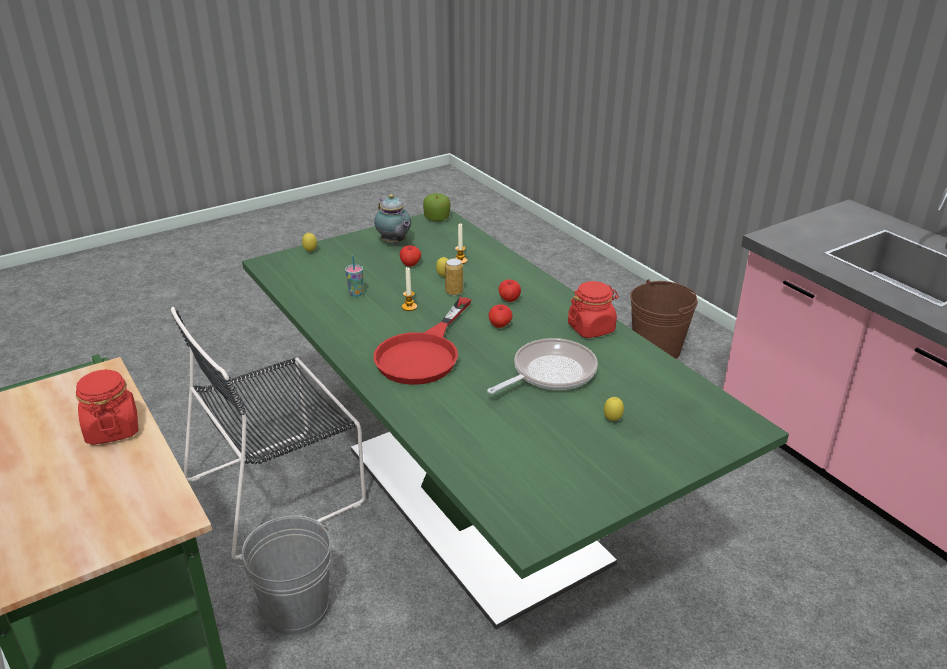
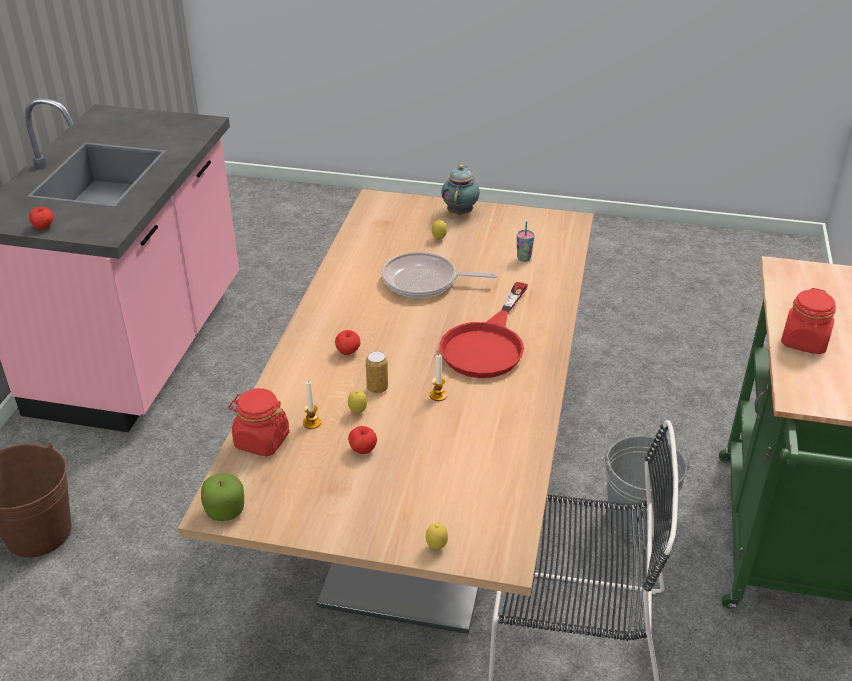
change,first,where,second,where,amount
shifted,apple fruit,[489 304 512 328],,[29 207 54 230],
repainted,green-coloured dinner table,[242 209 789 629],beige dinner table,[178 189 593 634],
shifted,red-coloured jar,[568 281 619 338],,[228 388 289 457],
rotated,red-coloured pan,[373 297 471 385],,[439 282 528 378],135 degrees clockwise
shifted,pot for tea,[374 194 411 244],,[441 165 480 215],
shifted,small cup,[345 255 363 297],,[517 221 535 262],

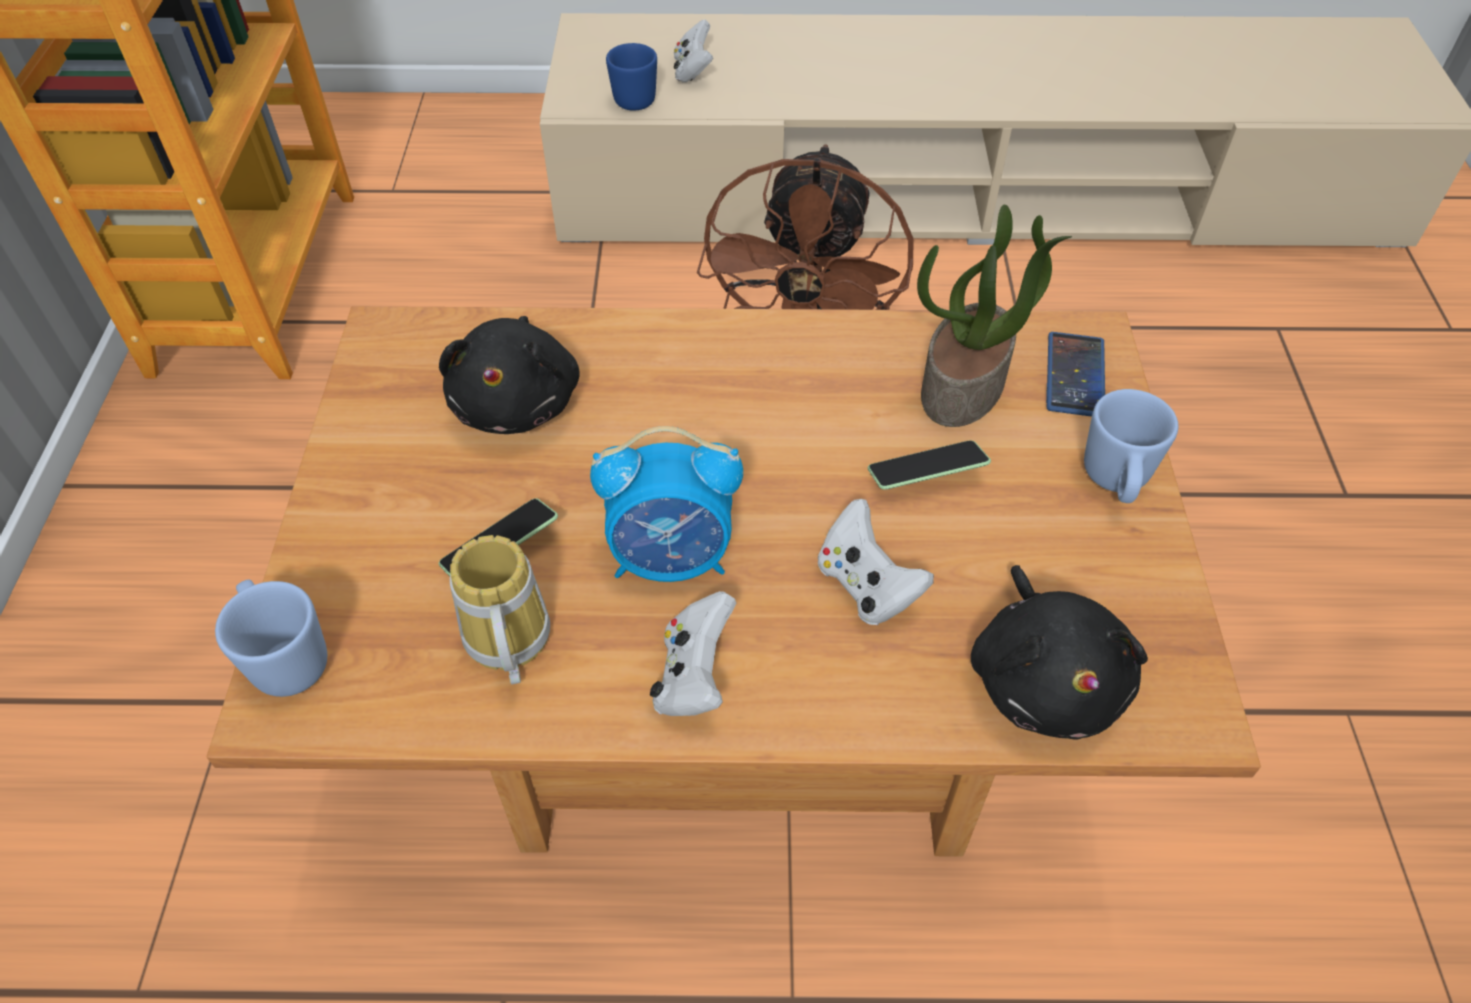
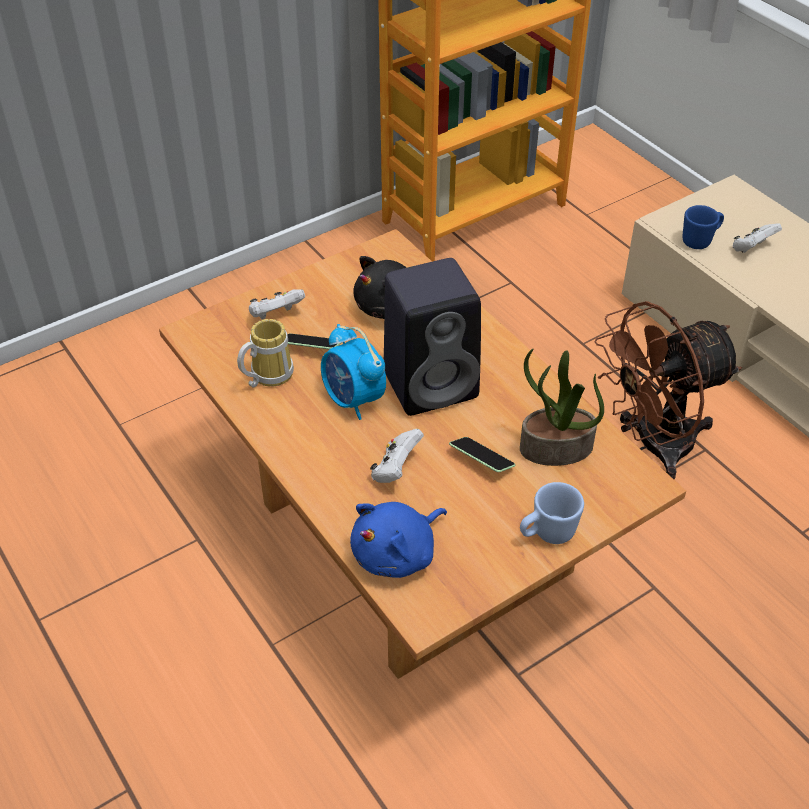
change,first,where,second,where,amount
shifted,whitish gamepad,[650 591 736 716],,[249 289 305 319],
repainted,blackish cuddly toy,[971 565 1148 740],blue-coloured cuddly toy,[350 502 447 578],
new,,,blackish loudspeaker,[384 258 481 416],
gone,blue-coloured coffee mug,[215 579 327 697],,,
gone,telephone,[1046 332 1105 417],,,

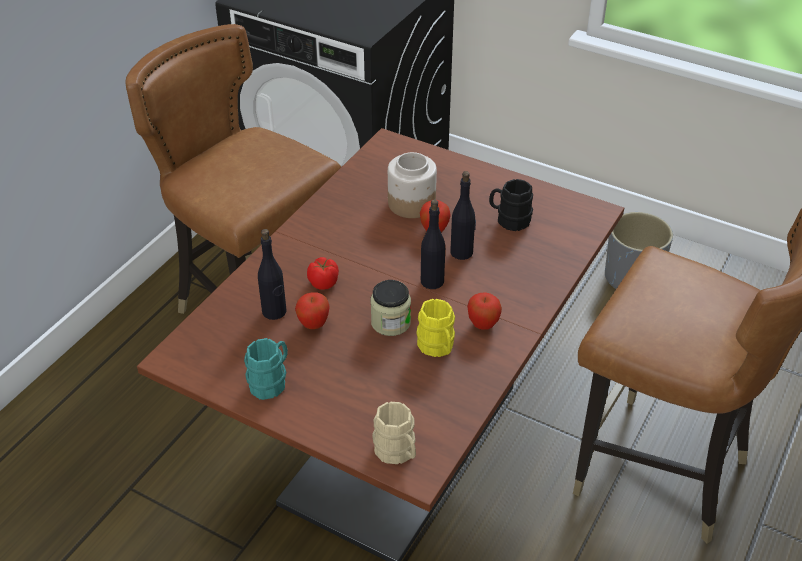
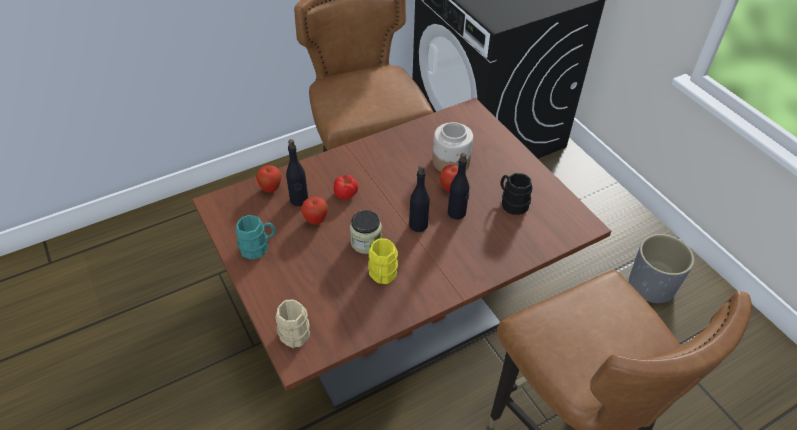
change,first,where,second,where,amount
shifted,apple fruit,[467 292 502 330],,[256 165 281 192],

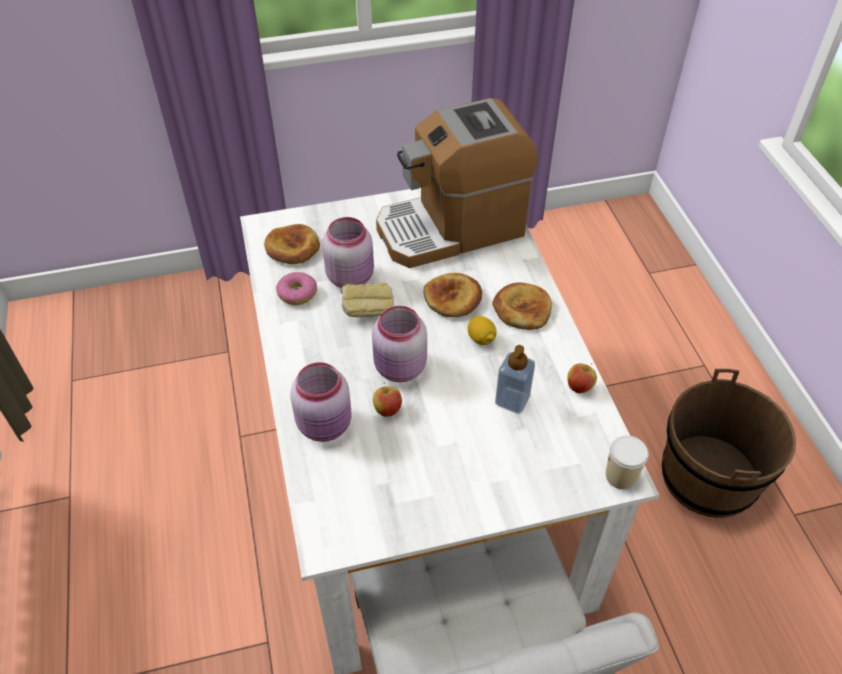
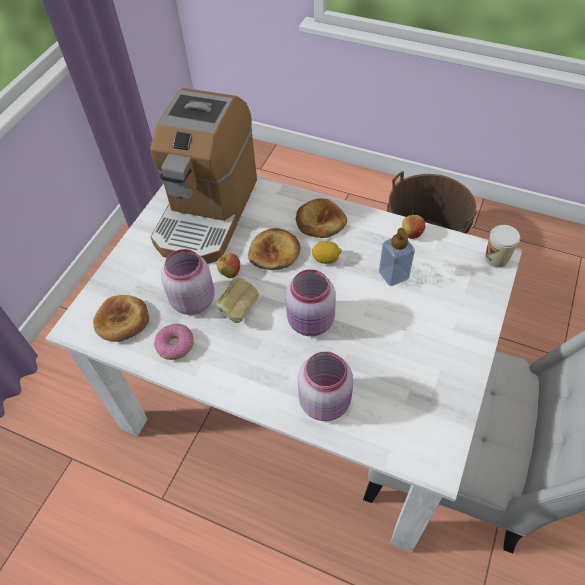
change,first,where,second,where,amount
shifted,apple fruit,[373 382 402 417],,[217 253 240 278],

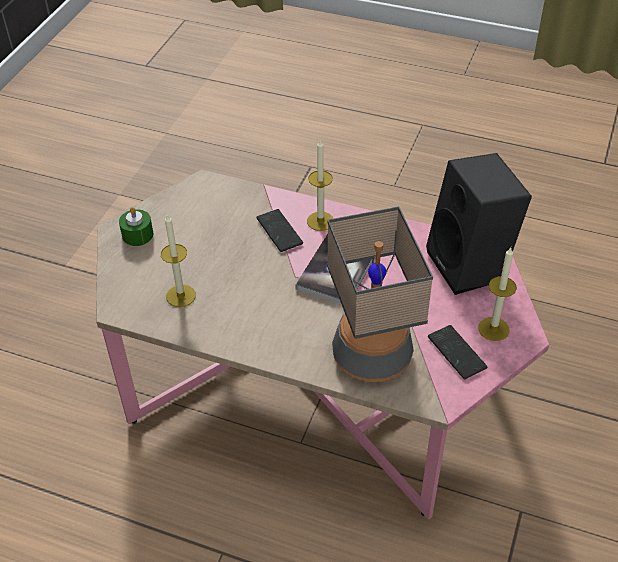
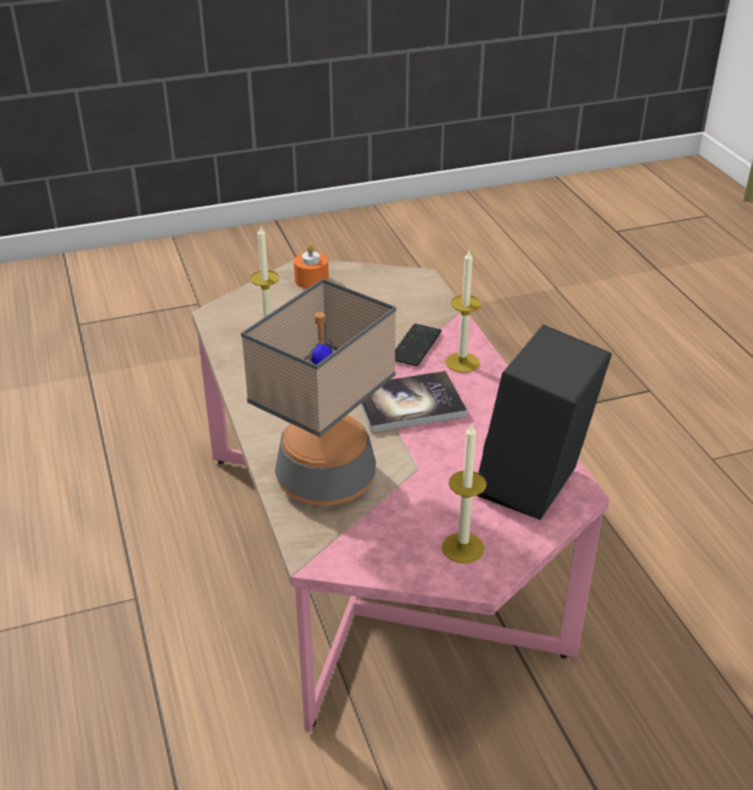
change,first,where,second,where,amount
repainted,green-coloured wax light,[119 207 153 246],orangey wax light,[294 244 329 289],
gone,telephone,[428 325 488 379],,,

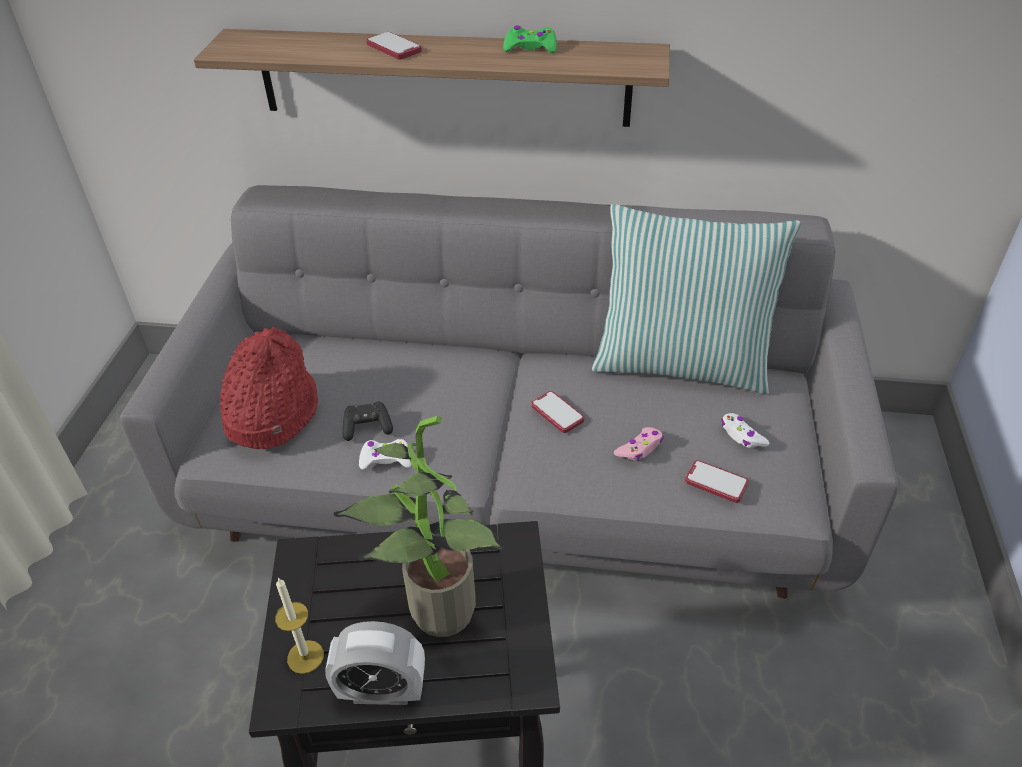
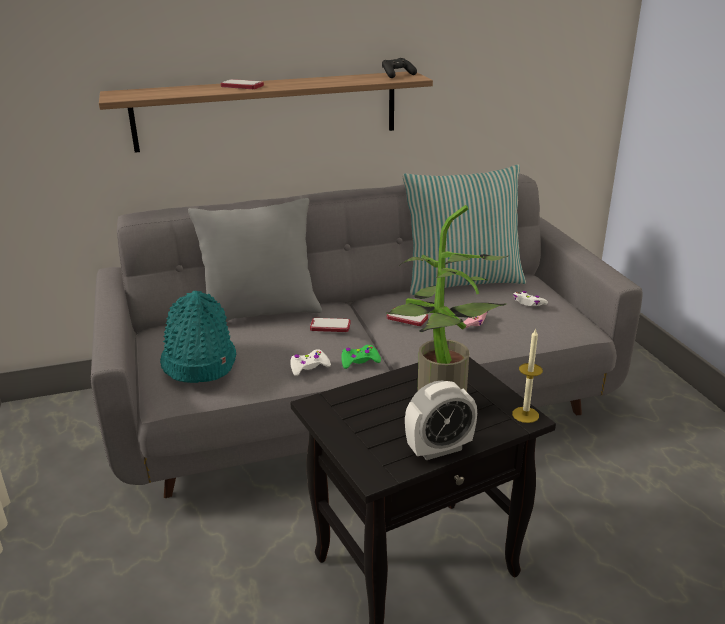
change,first,where,second,where,amount
repainted,red-coloured hat,[220 327 318 449],blue-green hat,[160 291 236 383],
new,,,grey cushion,[188 198 322 322],
shifted,telephone,[685 460 748 503],,[310 318 350 332],
shifted,green-coloured gamepad,[503 25 557 53],,[341 345 381 369],
shifted,blackish gamepad,[342 402 393 441],,[382 58 417 78],
shifted,wax light,[275 577 324 674],,[512 328 543 423],

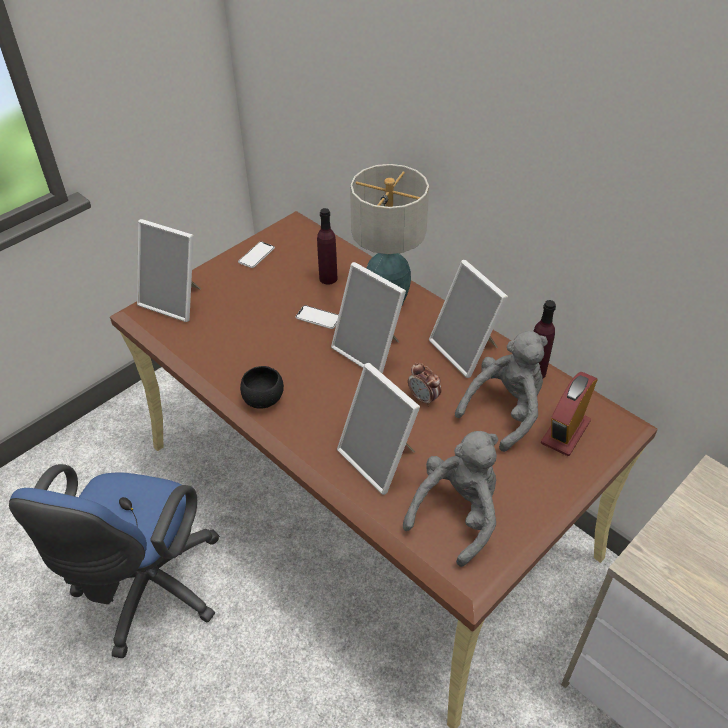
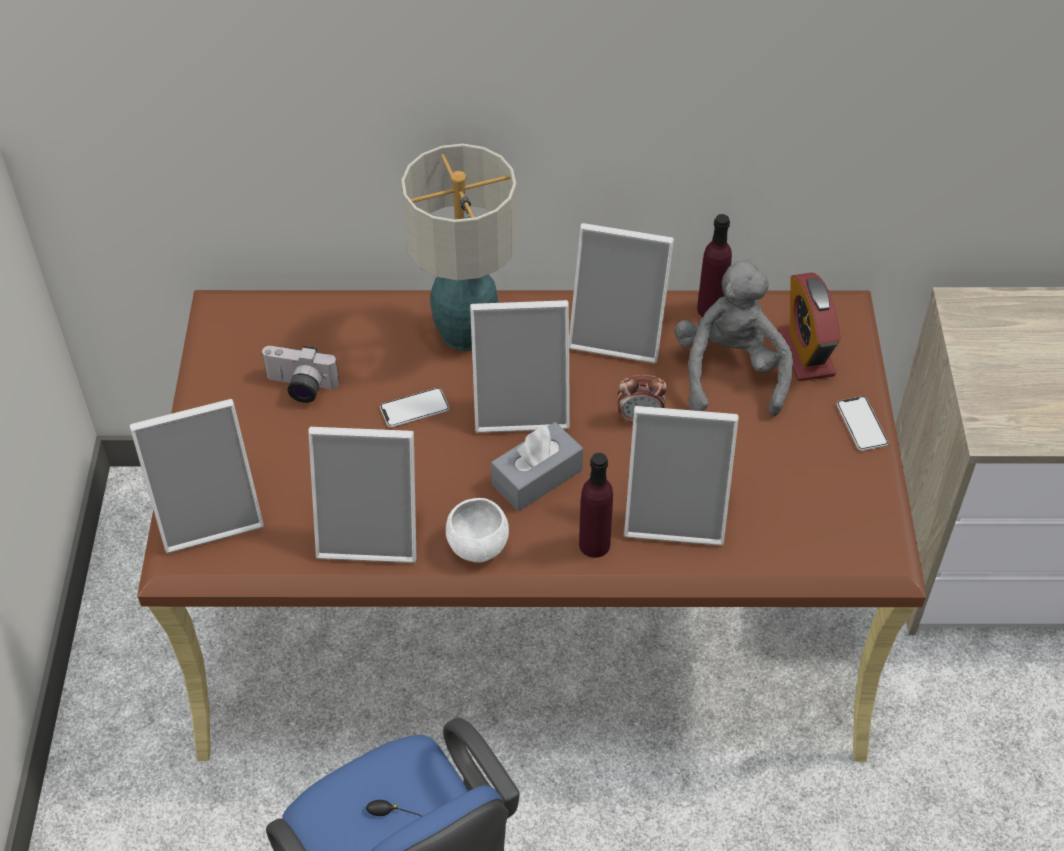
change,first,where,second,where,amount
new,,,still camera,[262 346 339 403],
new,,,standing frame,[308 427 416 563],
repainted,blackish serving bowl,[240 366 284 409],whitish serving bowl,[446 498 509 563],
new,,,grey tissue box,[491 422 583 511],
shifted,purple-coloured bottle,[317 208 338 285],,[579 453 613 558],
shifted,telephone,[238 242 275 268],,[837 396 889 451],
gone,grey cuddly toy,[403 431 498 567],,,

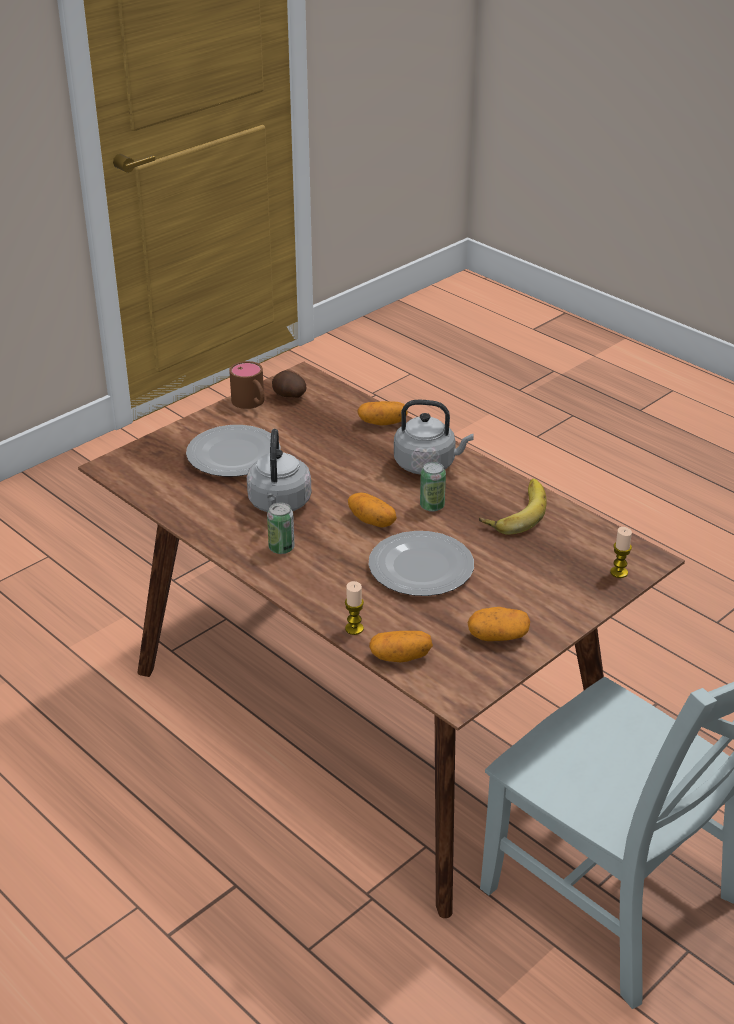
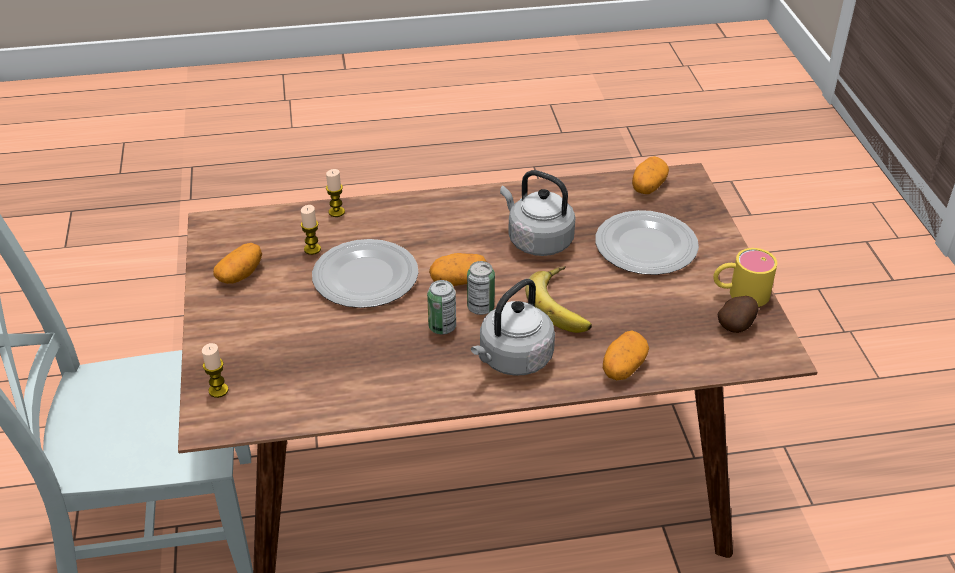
change,first,where,second,where,amount
new,,,wax light,[301 205 321 255],
shifted,sealed can,[267 502 294 554],,[467 261 495 315],
shifted,banana fruit,[479 479 546 535],,[525 266 592 333],
shifted,spud,[369 631 433 662],,[632 156 669 194],
repainted,brown coffee mug,[229 361 265 409],yellowish coffee mug,[713 248 777 307],

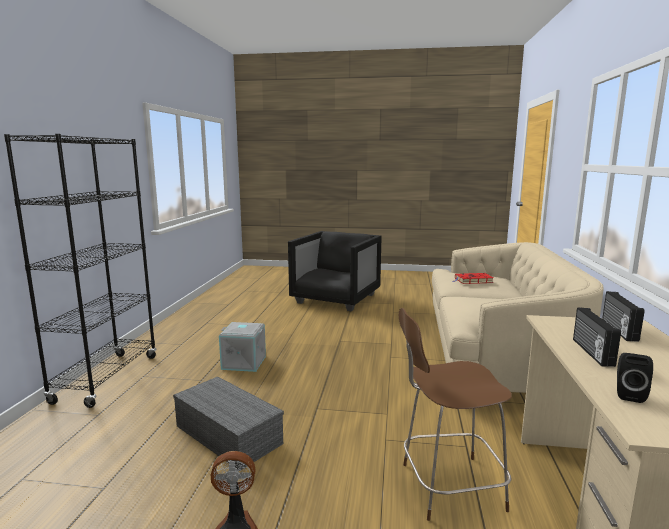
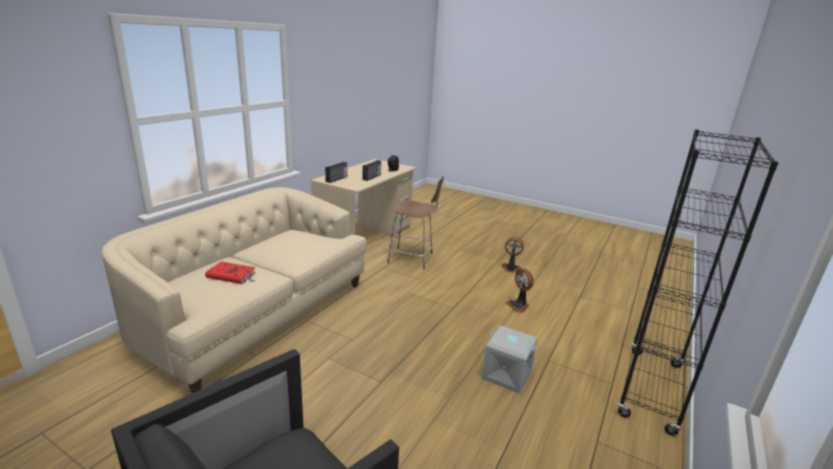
change,first,where,second,where,amount
swapped,grey storage box,[173 377 284 471],fan,[505 268 534 313],

